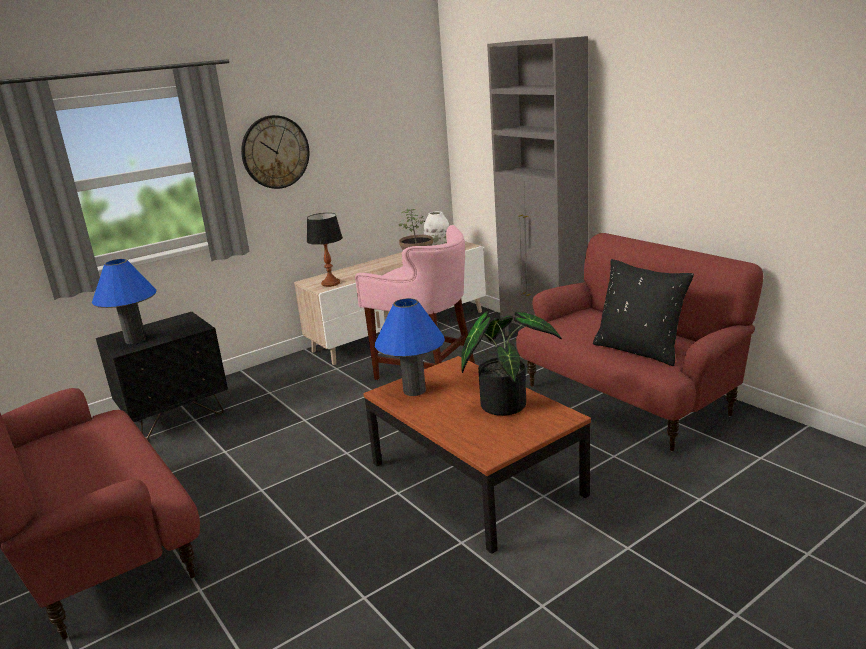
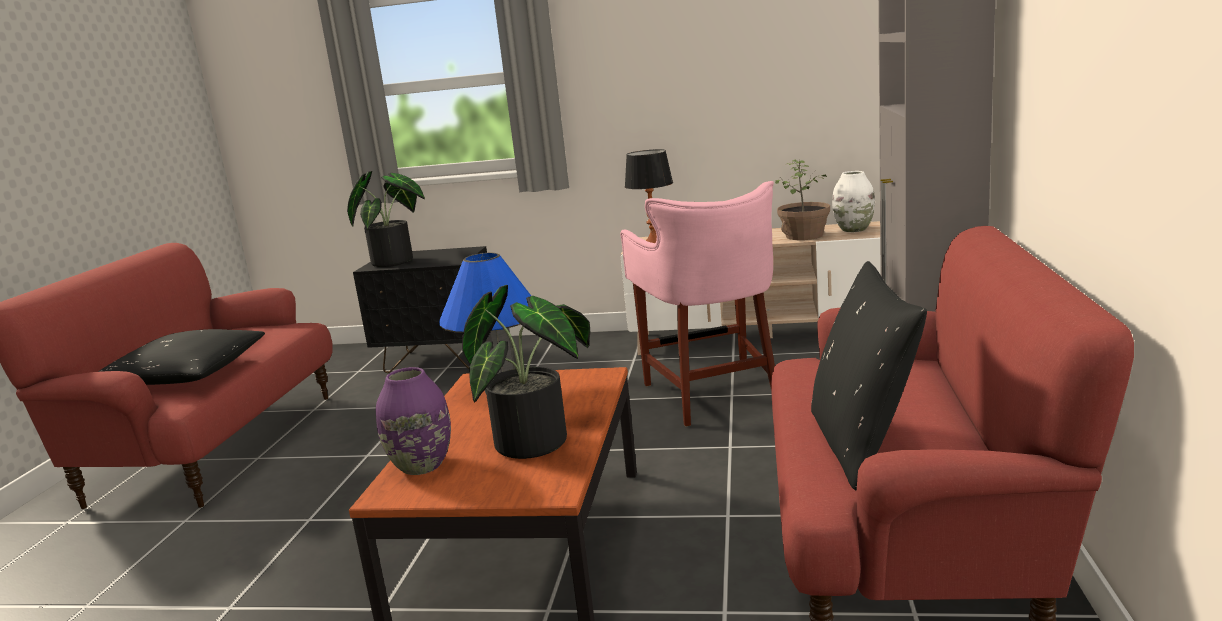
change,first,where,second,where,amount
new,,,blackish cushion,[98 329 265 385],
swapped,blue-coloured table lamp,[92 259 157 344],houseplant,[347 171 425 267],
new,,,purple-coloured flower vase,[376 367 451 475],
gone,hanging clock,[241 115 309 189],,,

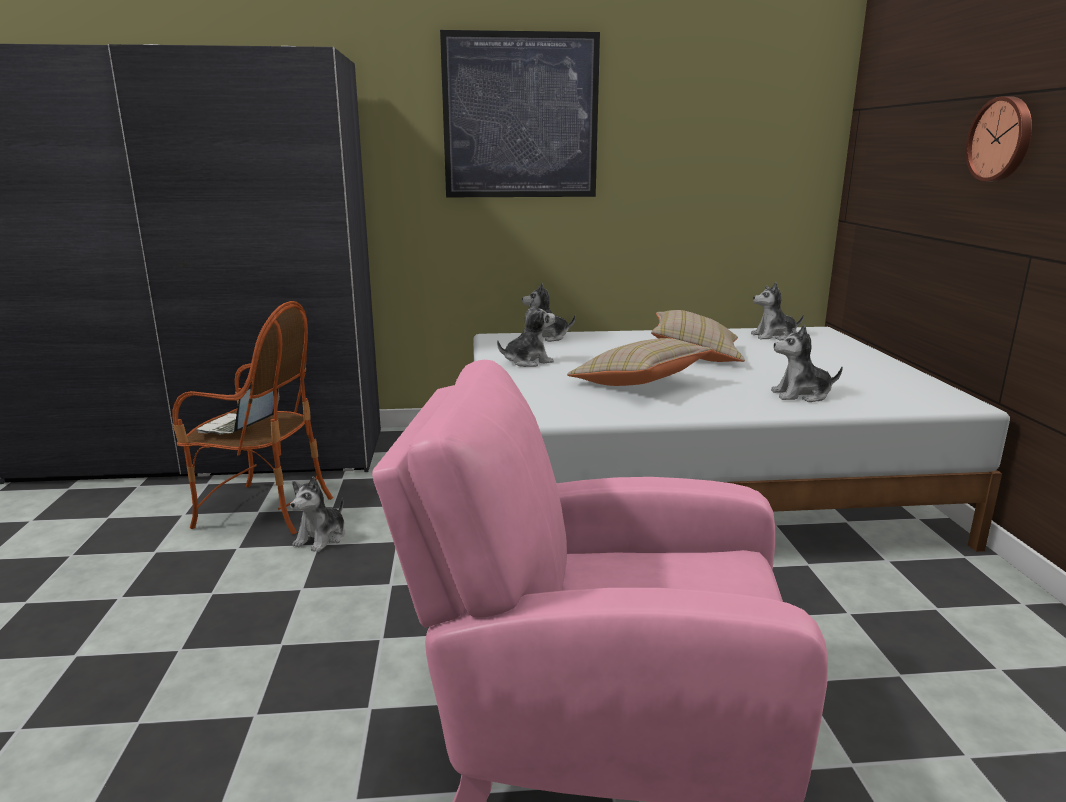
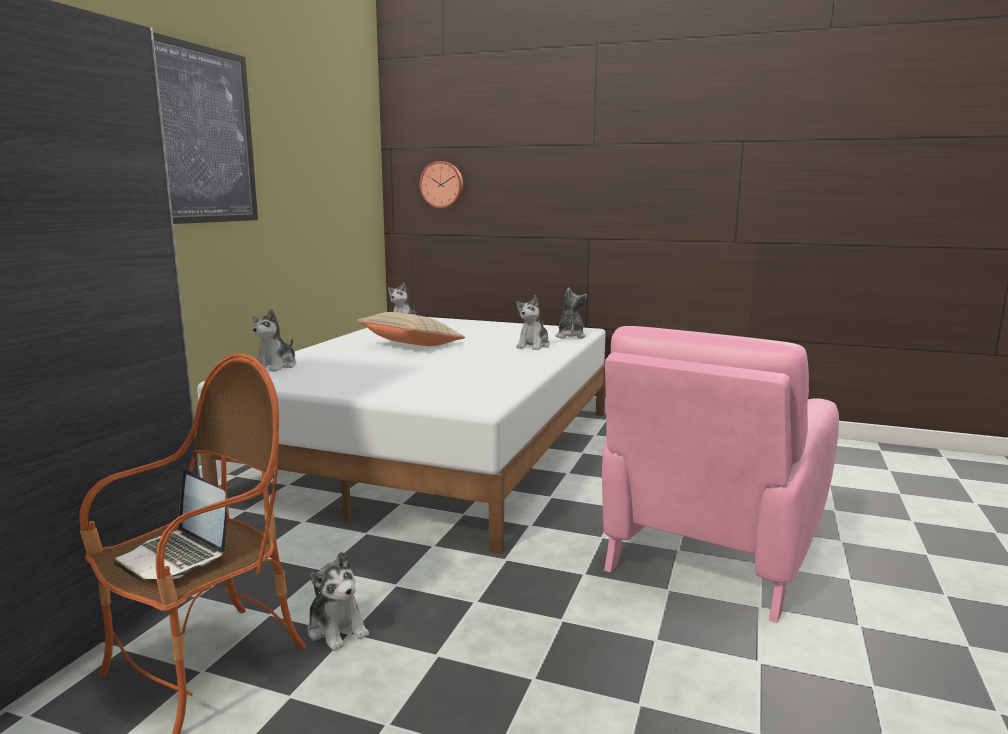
change,first,where,second,where,amount
shifted,hanging clock,[966 96 1032 182],,[419 161 463 208],
shifted,cuddly toy,[497 298 555 367],,[555 287 587 339],
gone,beige cushion,[567 338 713 386],,,

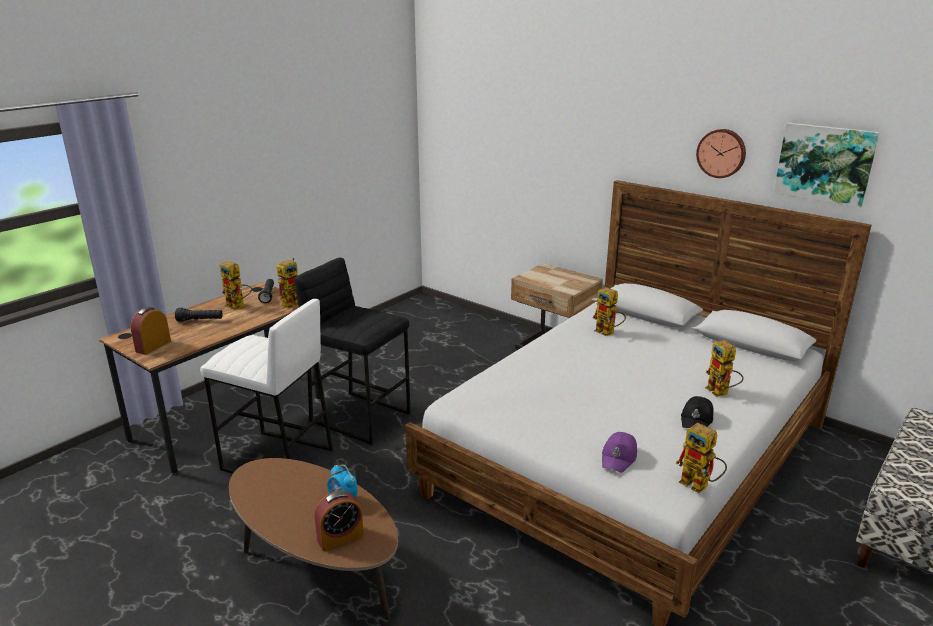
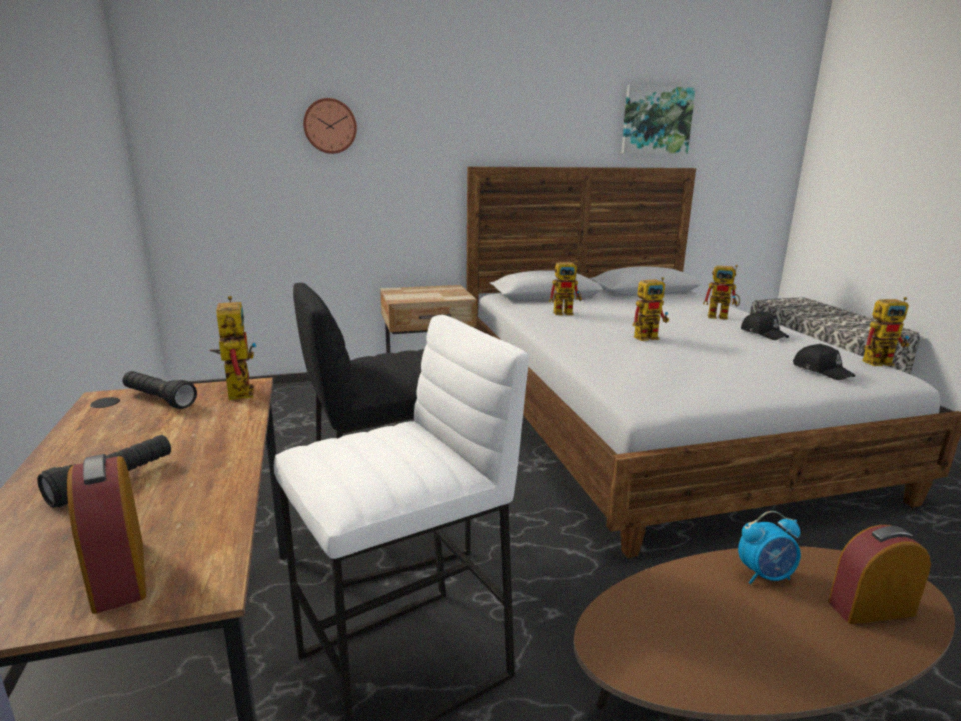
change,first,where,second,where,amount
shifted,hanging clock,[696 129 746 178],,[303 98 357 154],
shifted,model robot,[220 261 252 310],,[632 277 669 341],
repainted,purple-coloured cap,[602 432 637 473],blackish cap,[793 344 856 380],
rotated,alarm clock,[315 491 364 551],,[828 525 931 624],105 degrees counterclockwise

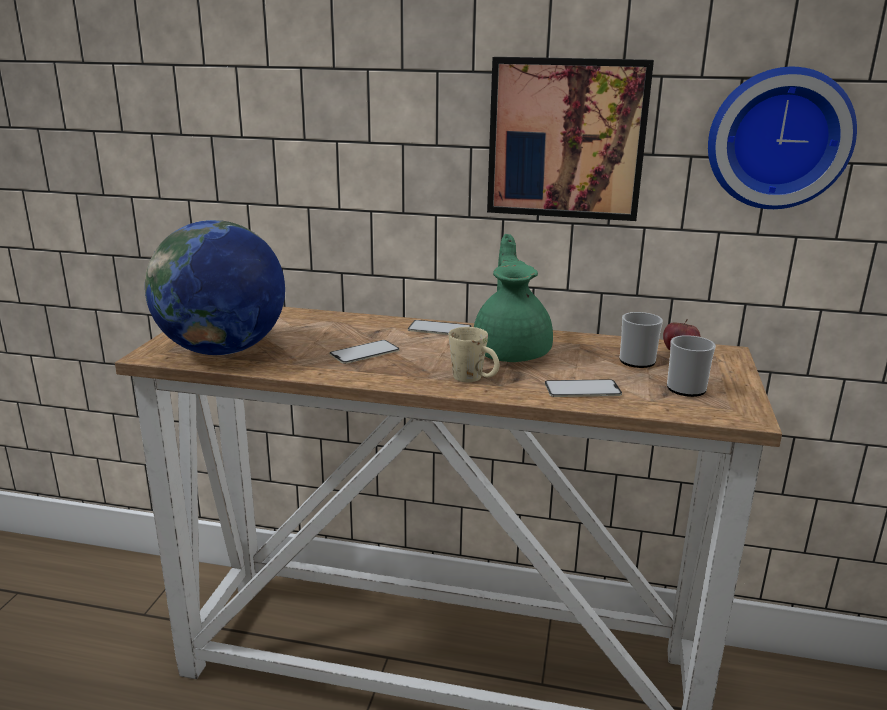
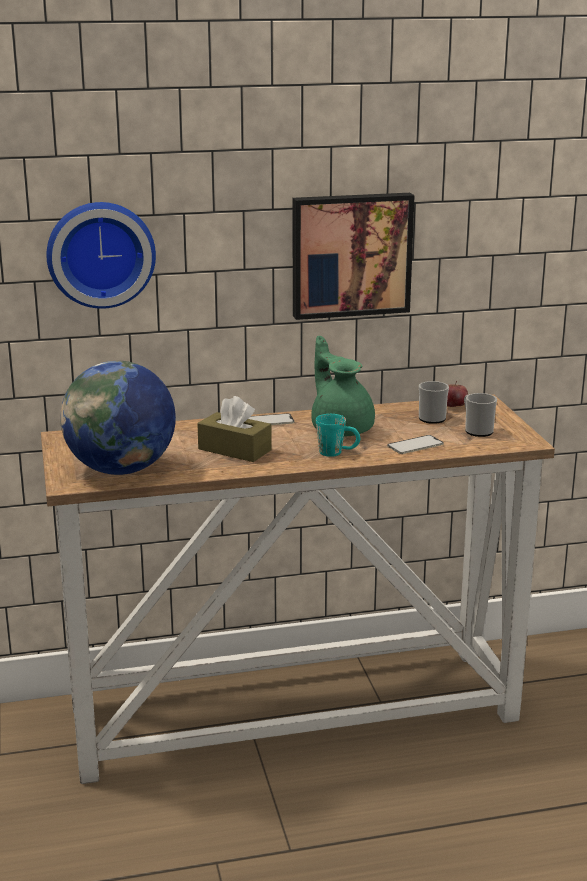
change,first,where,second,where,amount
shifted,hanging clock,[708 67 857 209],,[46 202 156 309],
swapped,telephone,[330 340 400 364],brown tissue box,[197 396 272 462],
repainted,beige coffee mug,[449 327 500 382],blue-green coffee mug,[316 414 360 457],

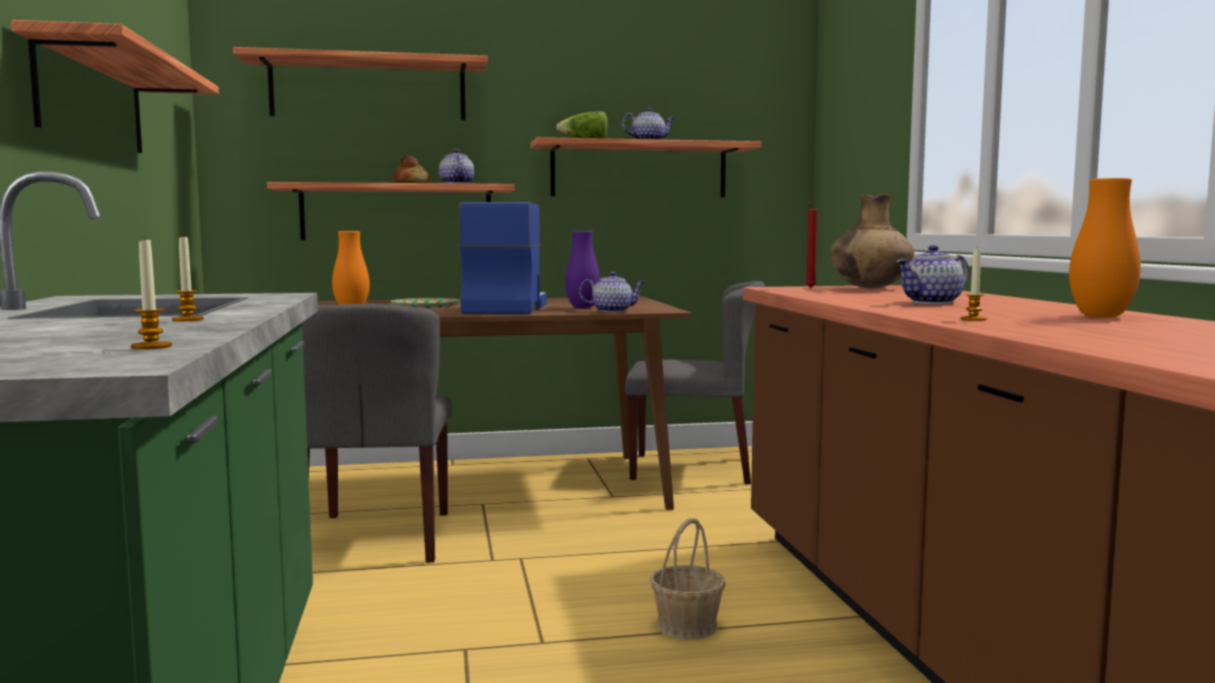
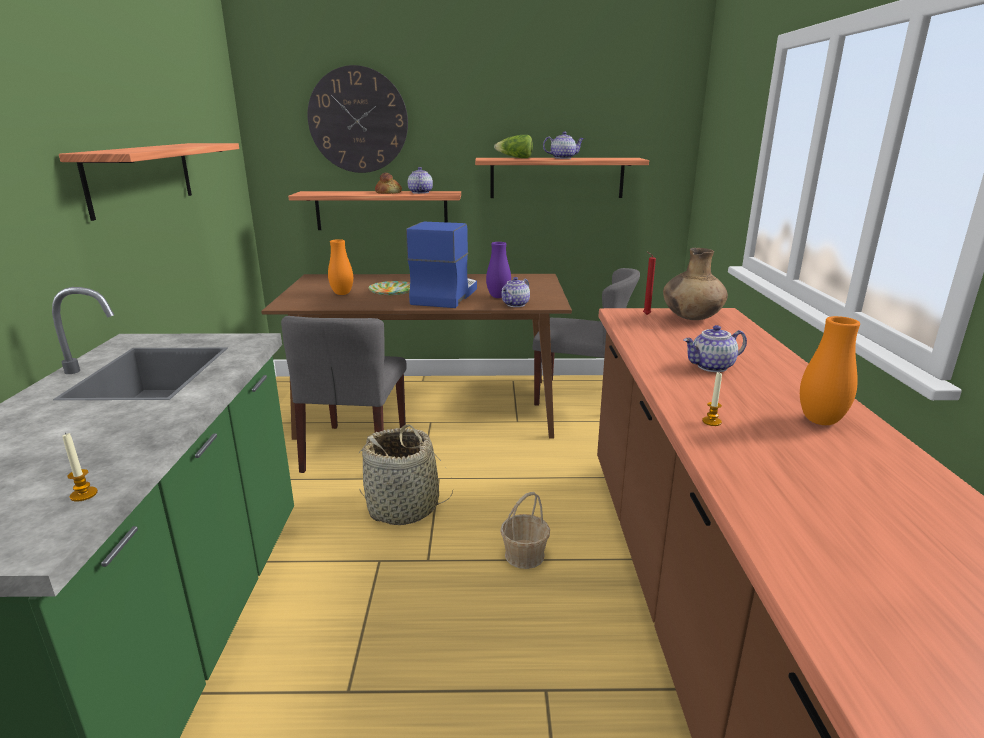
change,first,where,second,where,amount
swapped,wall shelf,[233 47 488 120],hanging clock,[307 65 408 173],
new,,,household basket,[359 424 453 525],
rotated,pot for tea,[579 271 646 312],,[502 277 530 307],120 degrees clockwise
gone,wax light,[172 236 204 321],,,

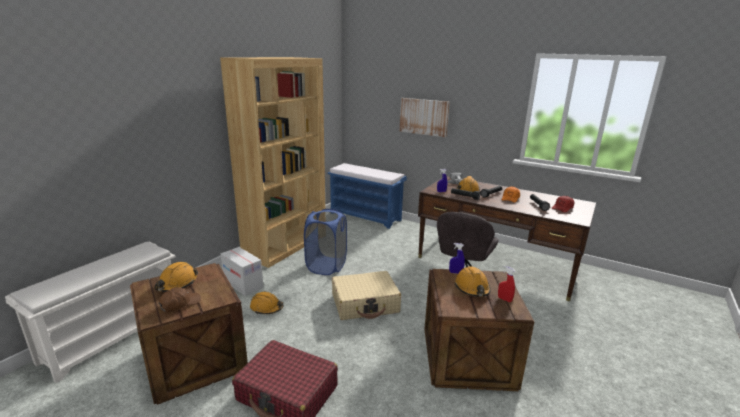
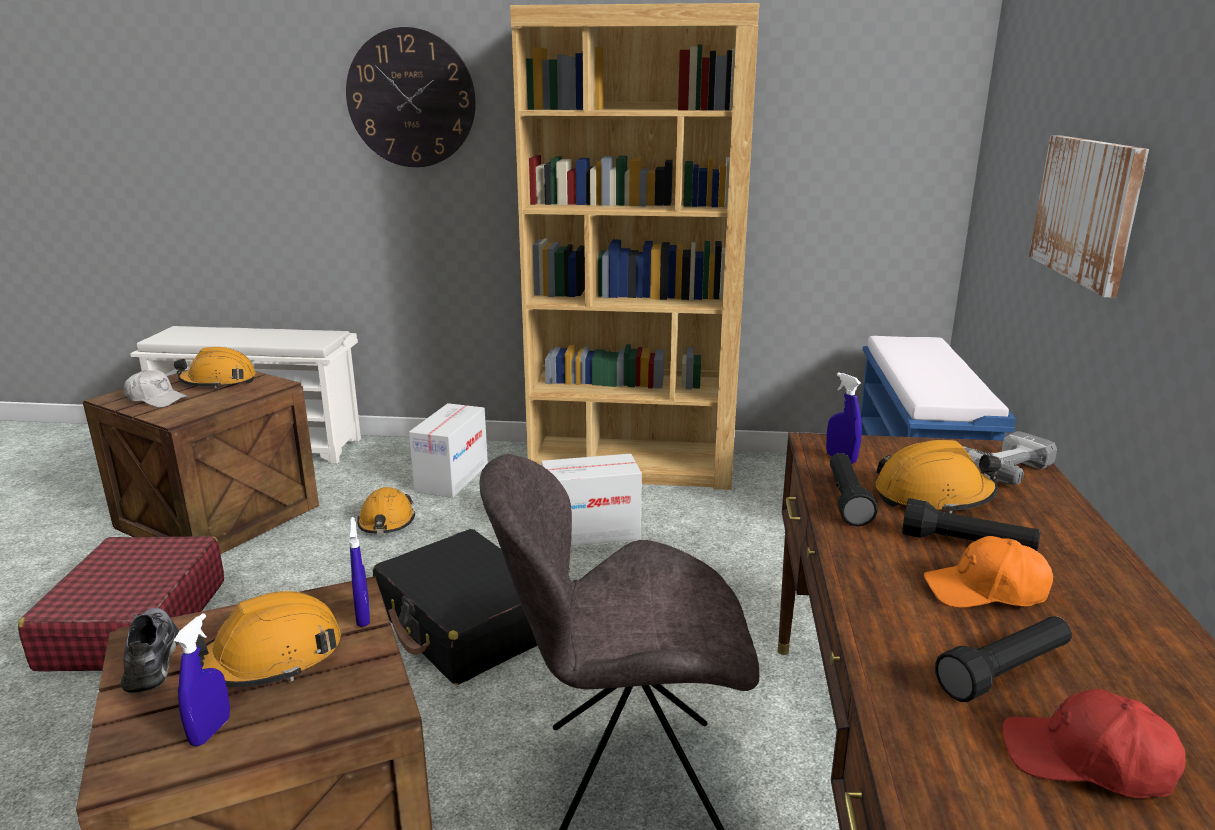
change,first,where,second,where,amount
new,,,grey low shoe,[121 608 179 693],
repainted,brown cap,[159 287 201 312],whitish cap,[124 370 188 408],
repainted,red-coloured sprayer,[498 266 515 302],blue-coloured sprayer,[173 613 230 746],
new,,,hanging clock,[346 27 476 167],
repainted,beige suitcase,[332 271 401 320],blackish suitcase,[373 529 538 685],
swapped,blue-coloured washing basket,[304 209 347 275],packing box,[541 454 642 546],

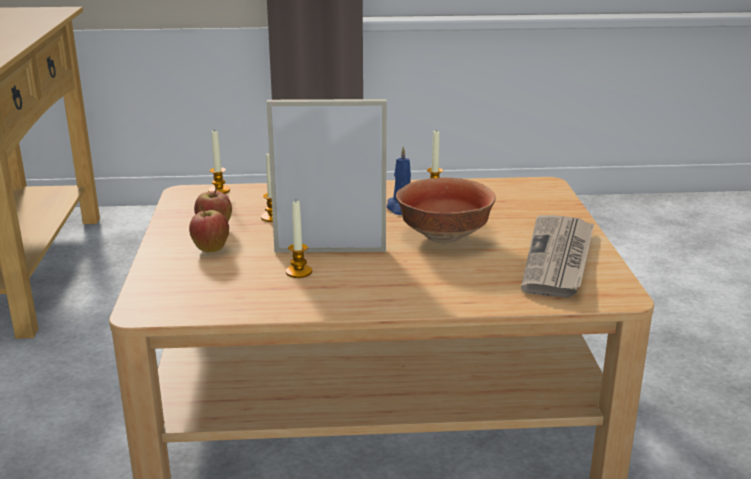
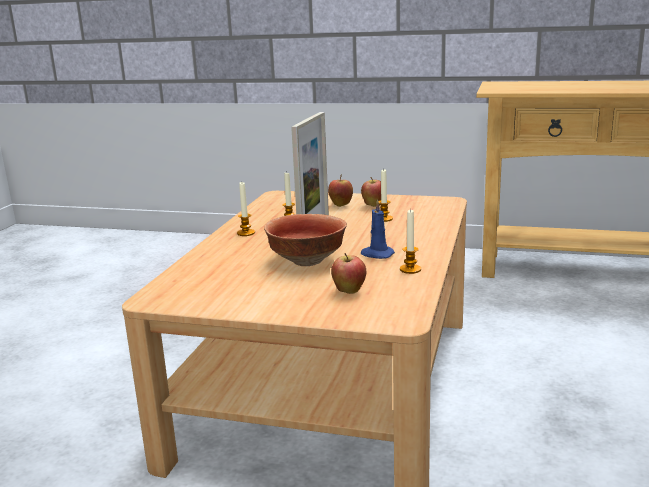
change,first,where,second,where,amount
shifted,wax light,[208 129 230 194],,[237 182 255 236],
new,,,apple fruit,[331 253 366 294],
gone,printed paper,[521 215 594 298],,,

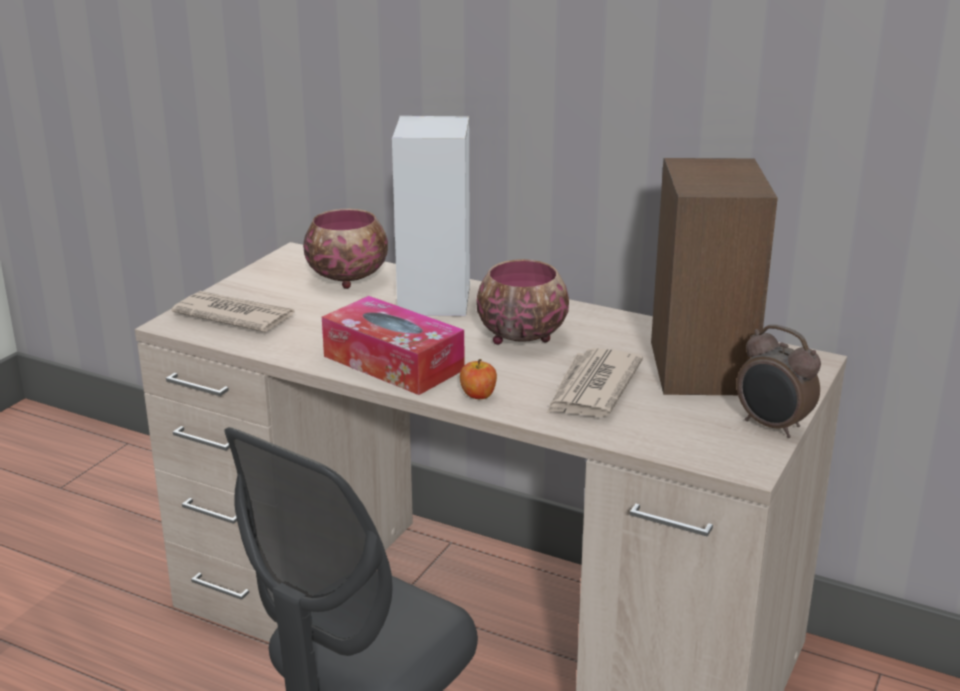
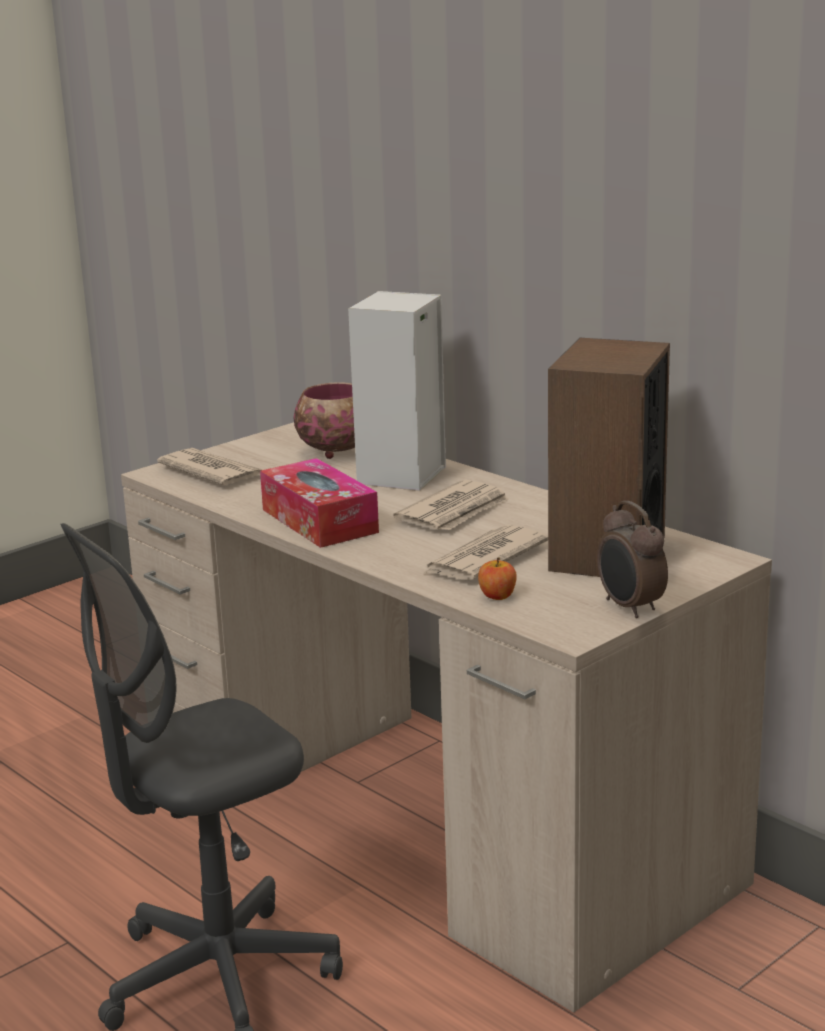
change,first,where,second,where,amount
swapped,serving bowl,[476 259 569 345],printed paper,[393 480 509 531],
shifted,apple fruit,[460 359 497 399],,[478 557 517 600],

